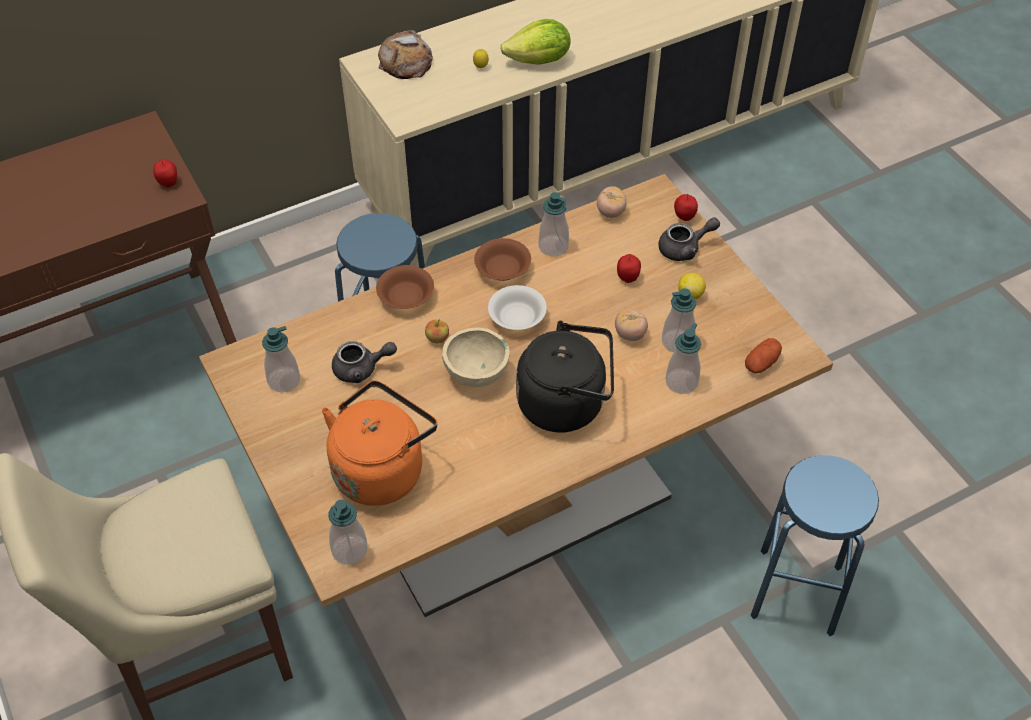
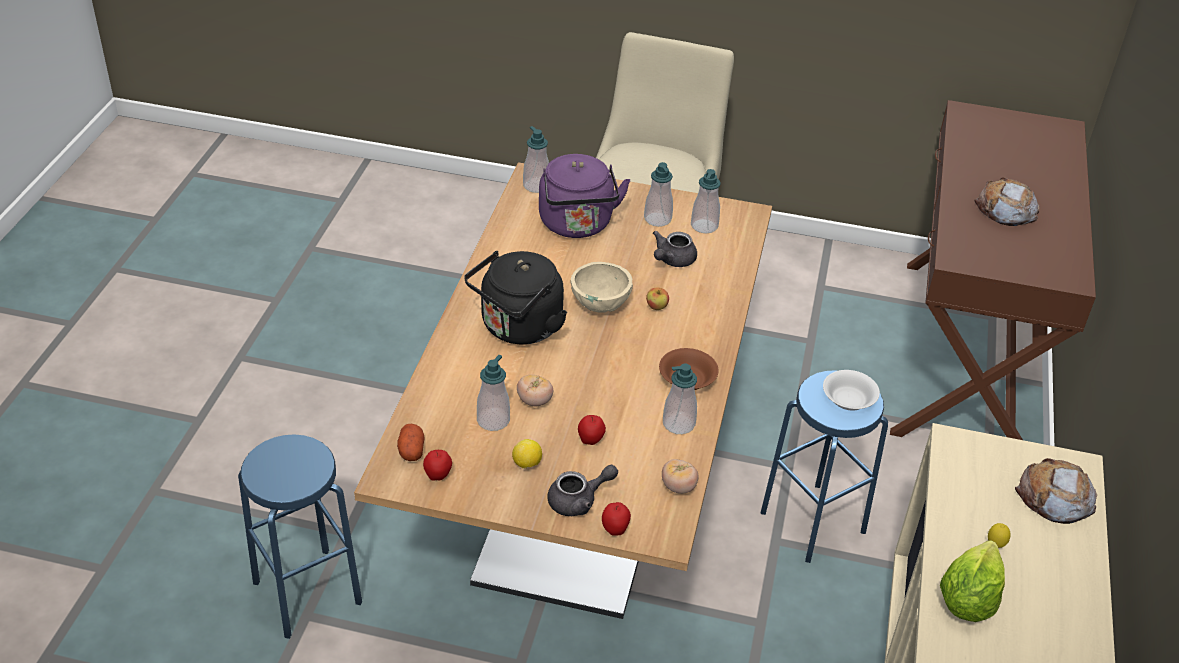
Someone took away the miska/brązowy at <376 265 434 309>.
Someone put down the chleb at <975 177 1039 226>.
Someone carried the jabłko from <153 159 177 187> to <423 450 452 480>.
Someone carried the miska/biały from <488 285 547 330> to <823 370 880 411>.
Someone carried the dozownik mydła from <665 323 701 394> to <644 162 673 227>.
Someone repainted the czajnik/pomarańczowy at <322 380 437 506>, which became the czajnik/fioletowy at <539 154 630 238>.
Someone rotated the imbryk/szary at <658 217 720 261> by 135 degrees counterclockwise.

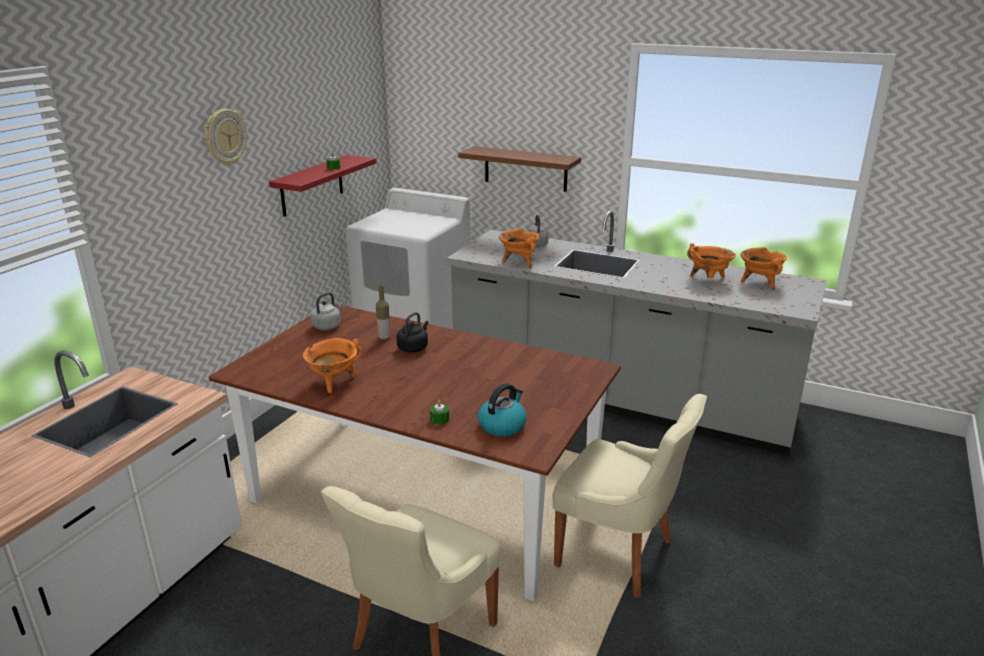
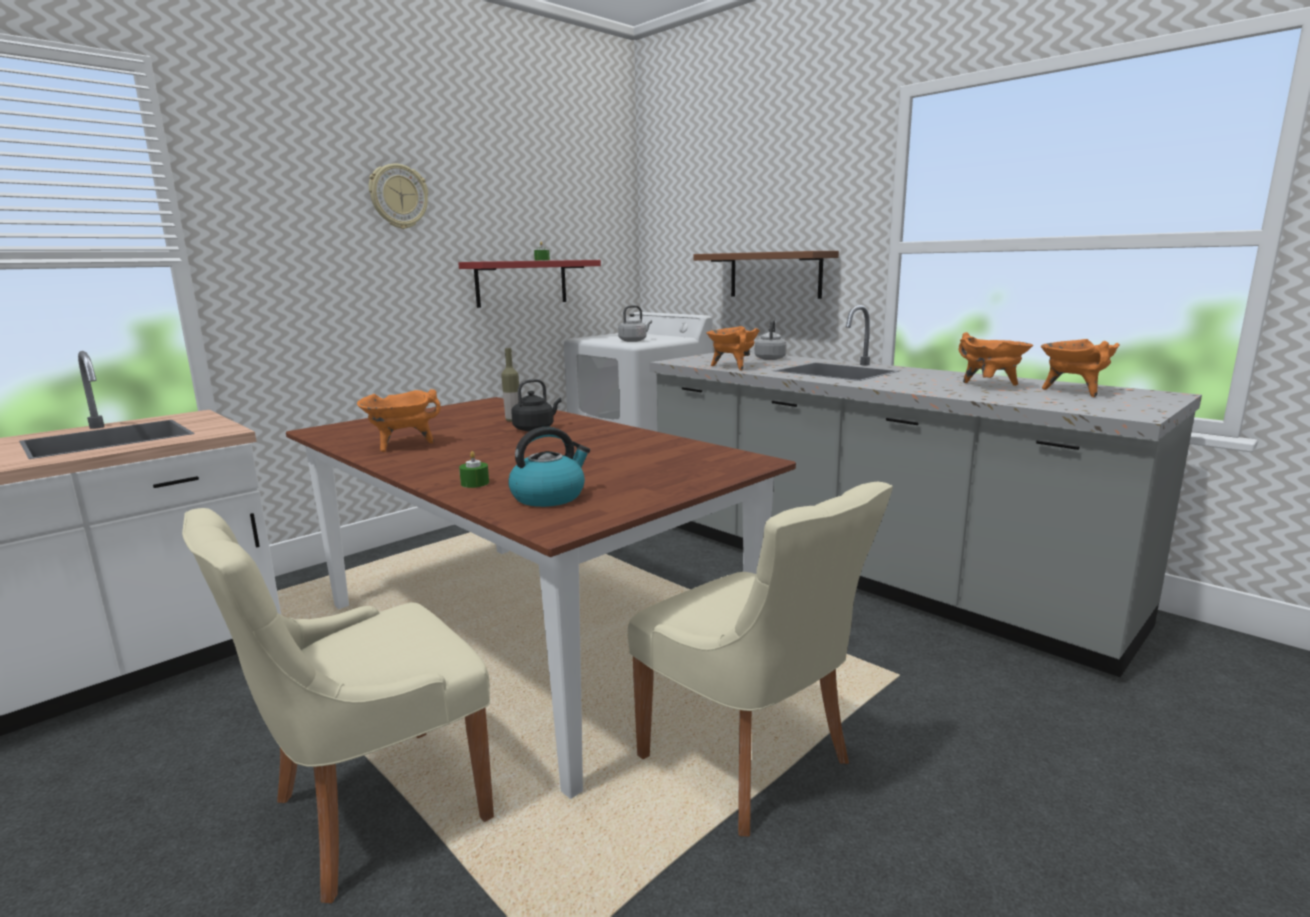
Someone carried the czajnik/szary from <310 292 344 330> to <618 305 652 342>.

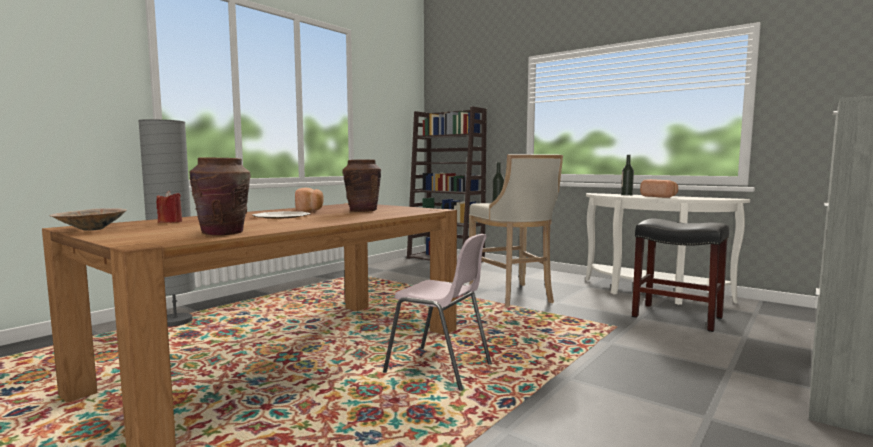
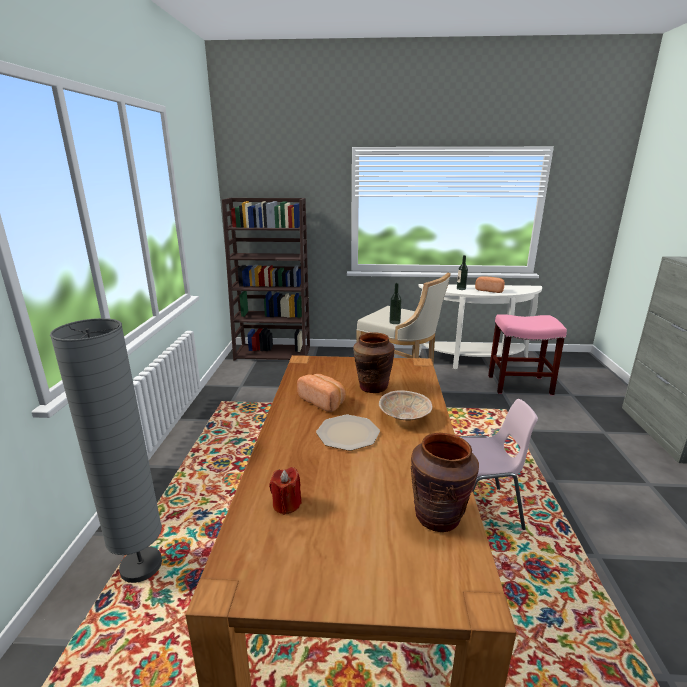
Someone carried the miska/beżowy from <49 208 127 231> to <379 390 433 421>.
Someone repainted the stołek/czarny at <632 219 729 332>, which became the stołek/różowy at <488 314 567 395>.

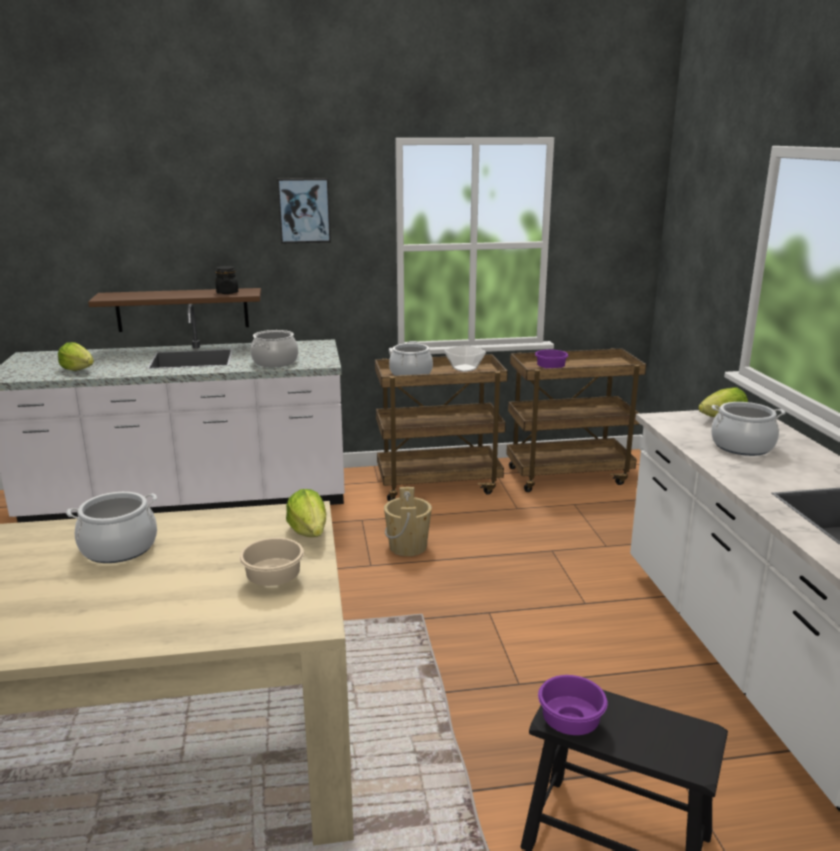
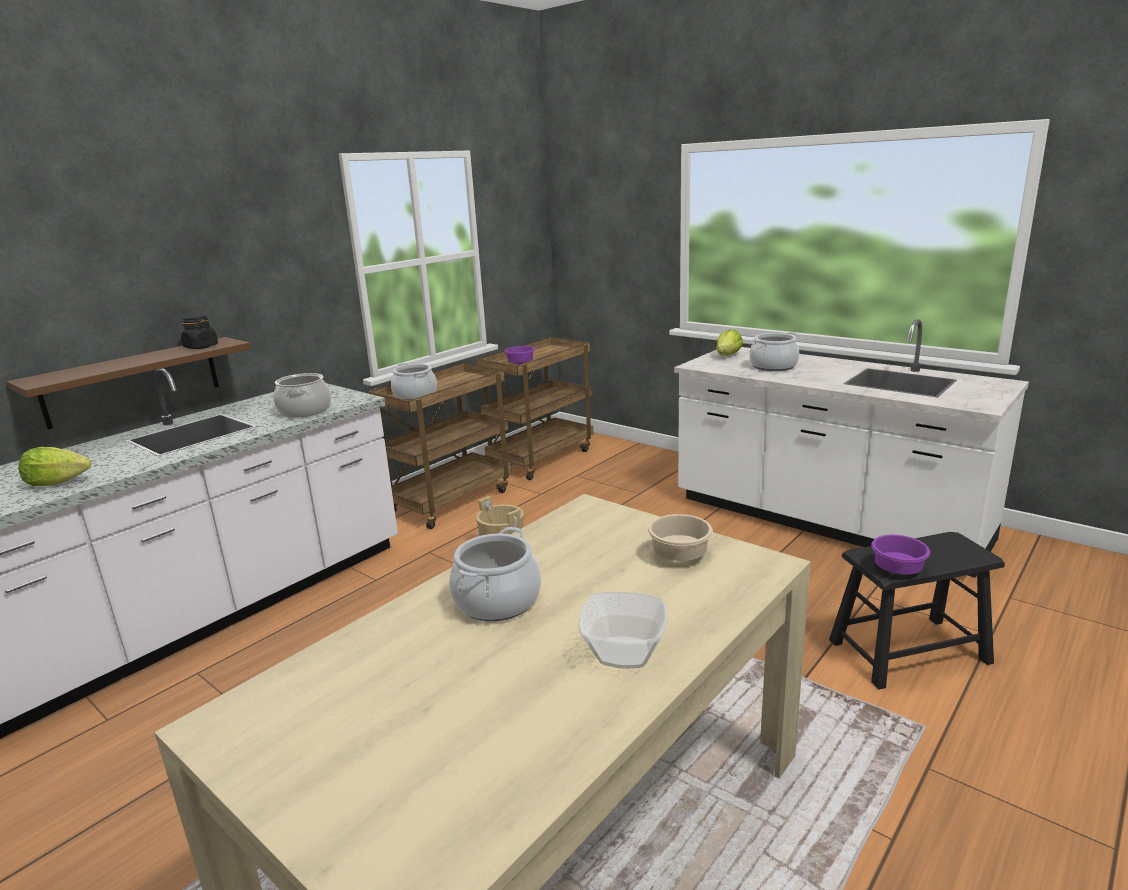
Someone took away the obraz at <277 178 331 243>.
Someone took away the sałata at <286 489 326 537>.
Someone carried the miska from <444 345 486 372> to <579 592 668 669>.

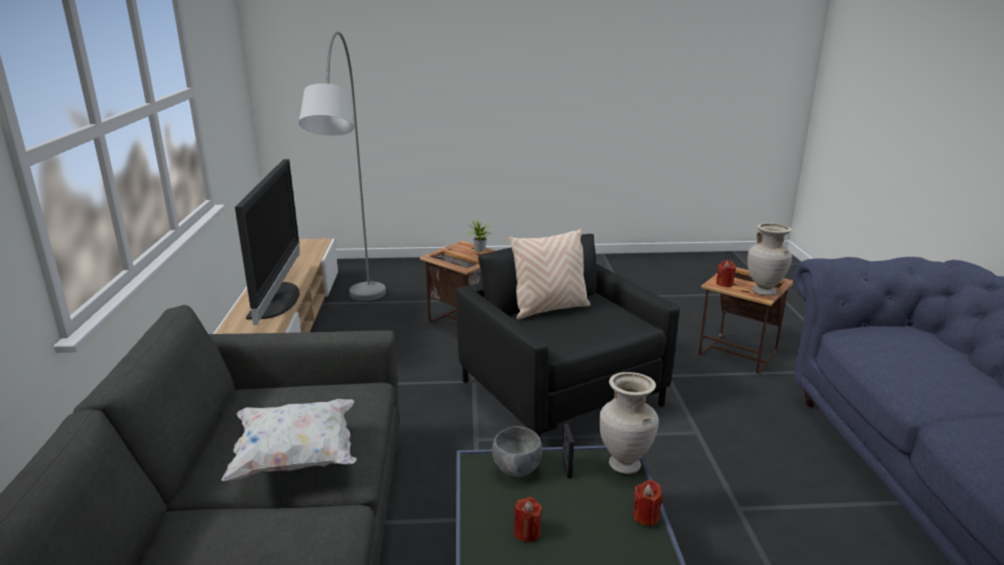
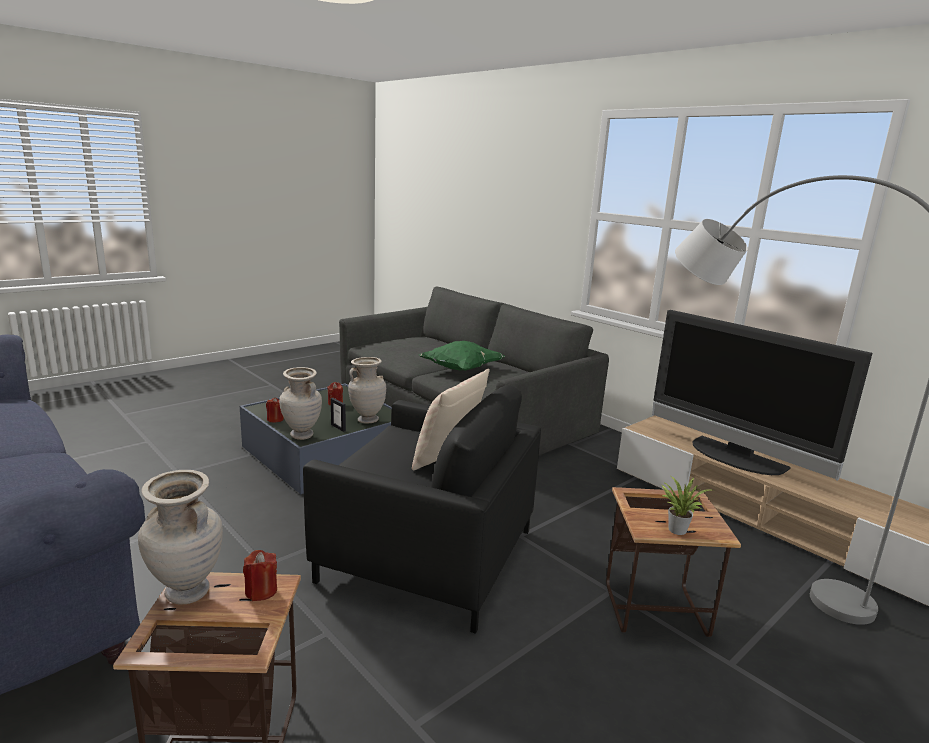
Someone swapped the miska/szary at <492 426 542 477> for the wazon/beżowy at <348 357 386 423>.
Someone repainted the poduszka/biały at <222 399 356 481>, which became the poduszka/zielony at <419 341 505 371>.

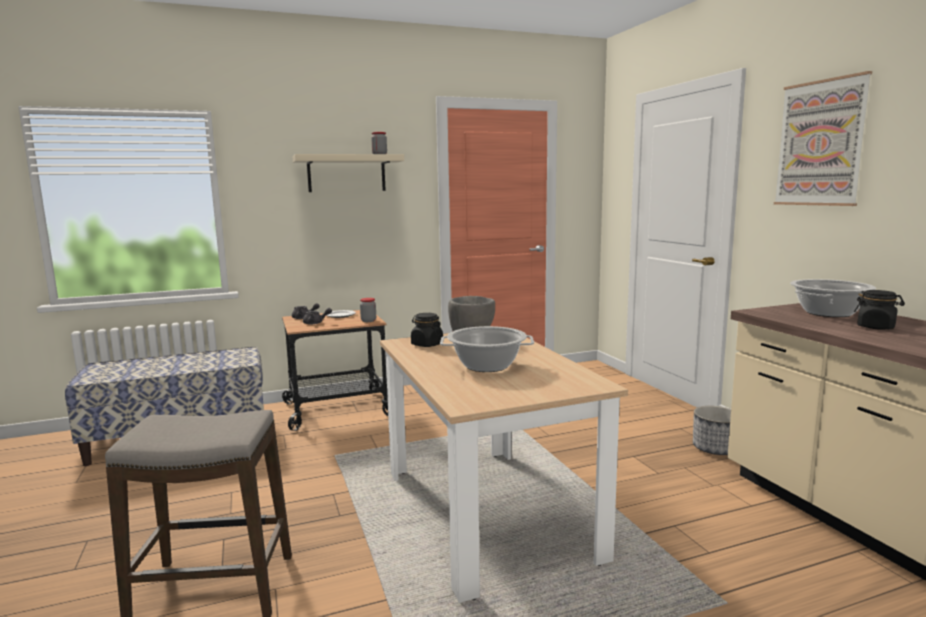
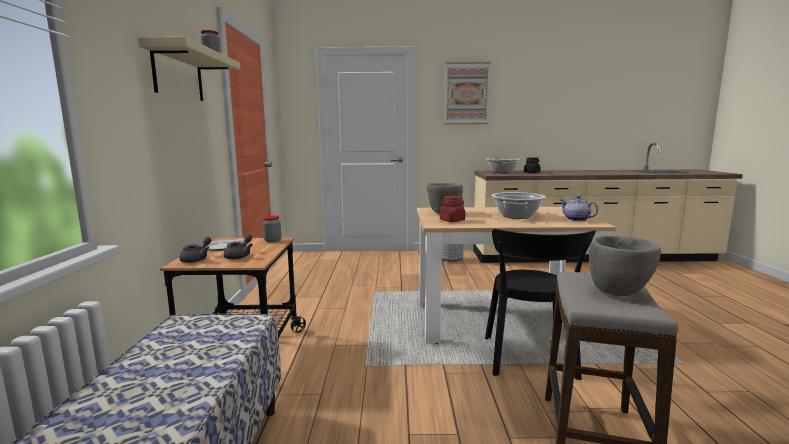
Someone put down the krzesło/czarny at <485 229 595 380>.
Someone put down the imbryk at <560 196 598 221>.
Someone put down the miska/szary at <589 236 661 296>.
Someone repainted the słoik/czarny at <411 313 443 347>, which became the słoik/czerwony at <440 196 465 222>.

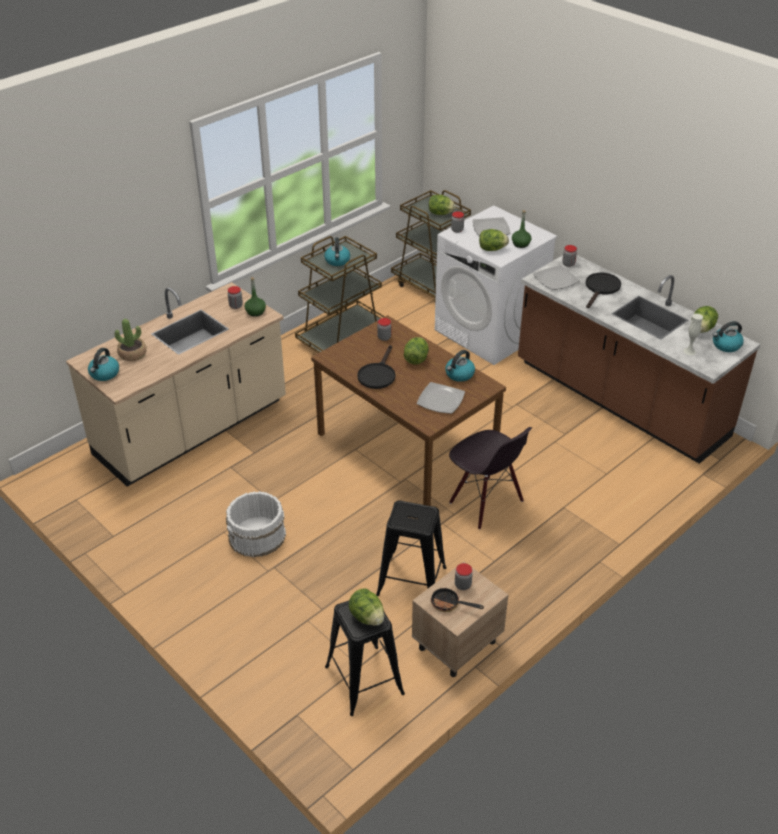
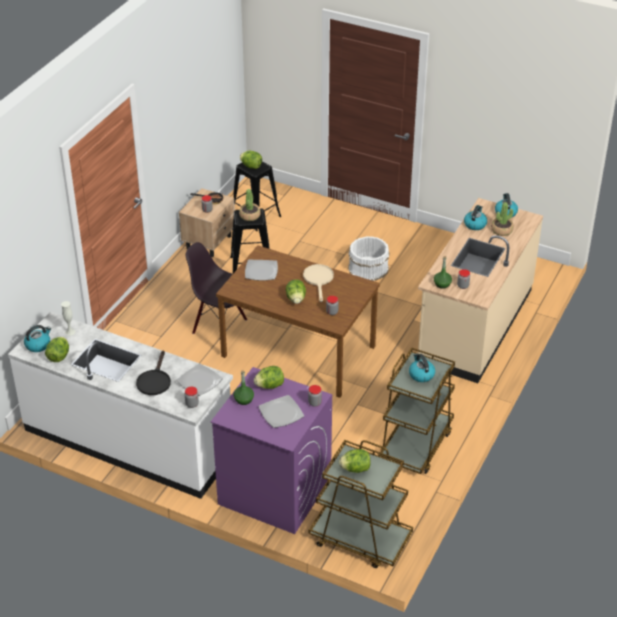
Someone put down the roślina doniczkowa at <239 189 261 221>.
Someone carried the czajnik from <445 350 475 382> to <464 205 487 230>.
Someone repainted the patelnia/czarny at <357 345 395 389>, which became the patelnia/beżowy at <303 264 334 302>.
Someone repainted the pralka/biały at <434 205 557 365>, which became the pralka/fioletowy at <211 367 332 534>.
Someone repainted the zabudowa kuchenna/brązowy at <518 255 760 464>, which became the zabudowa kuchenna/biały at <8 312 233 499>.

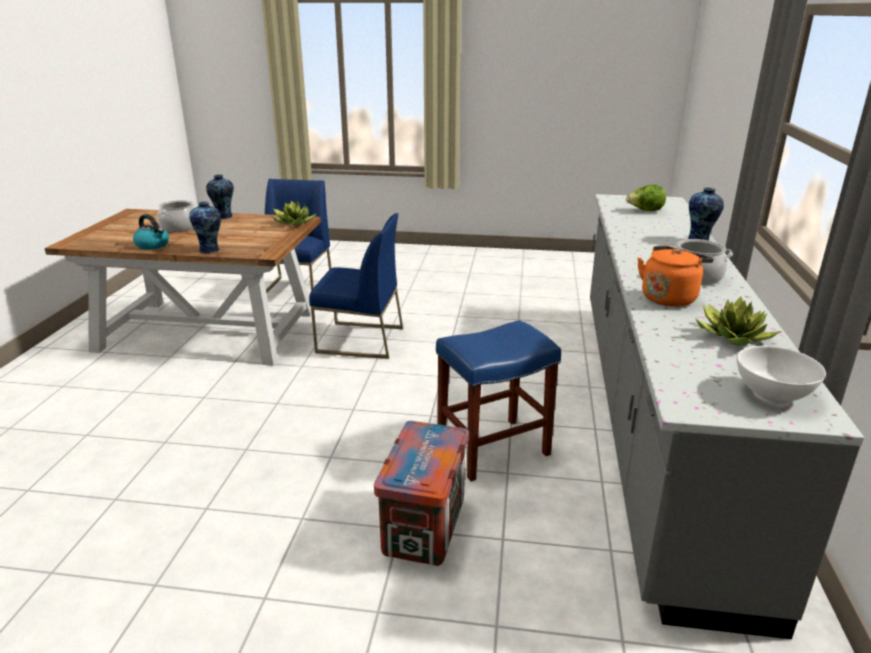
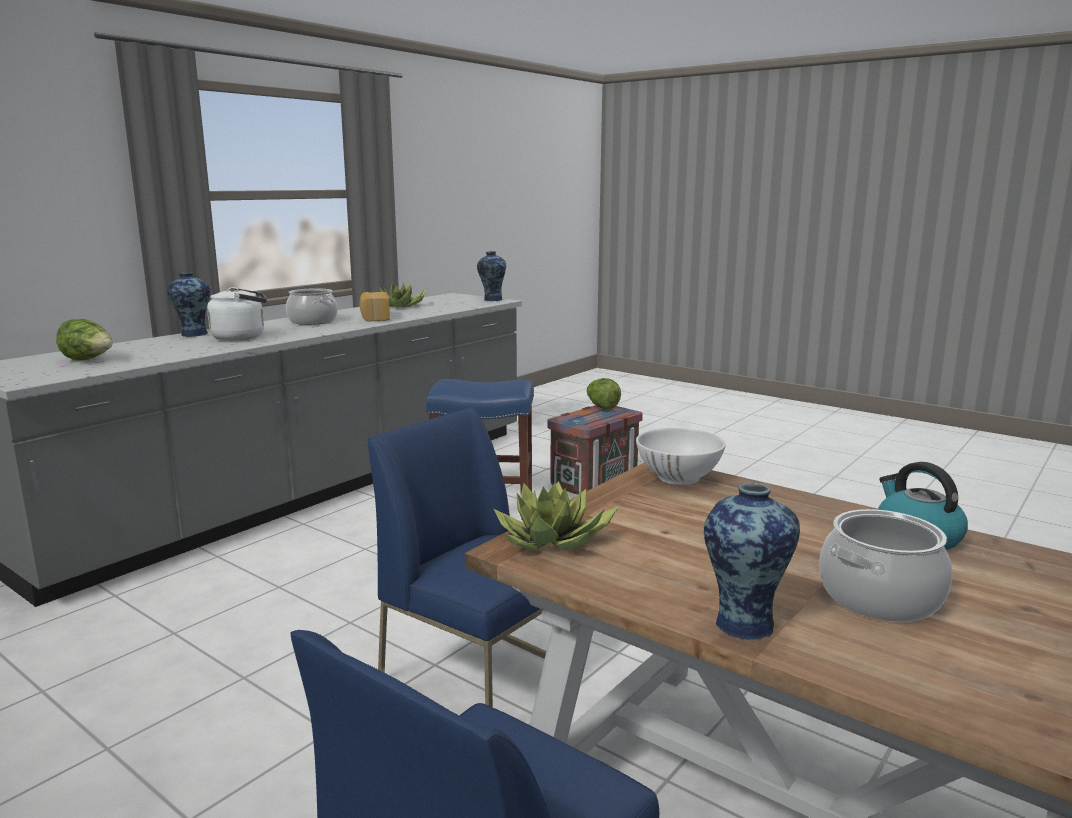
Someone put down the czajnik/biały at <207 287 267 341>.
Someone put down the sałata at <587 378 621 409>.
Someone carried the wazon from <189 201 221 253> to <477 251 506 301>.
Someone carried the miska/biały from <737 346 826 404> to <636 428 726 485>.
Someone swapped the czajnik/pomarańczowy at <637 246 714 307> for the chleb at <359 292 390 322>.

